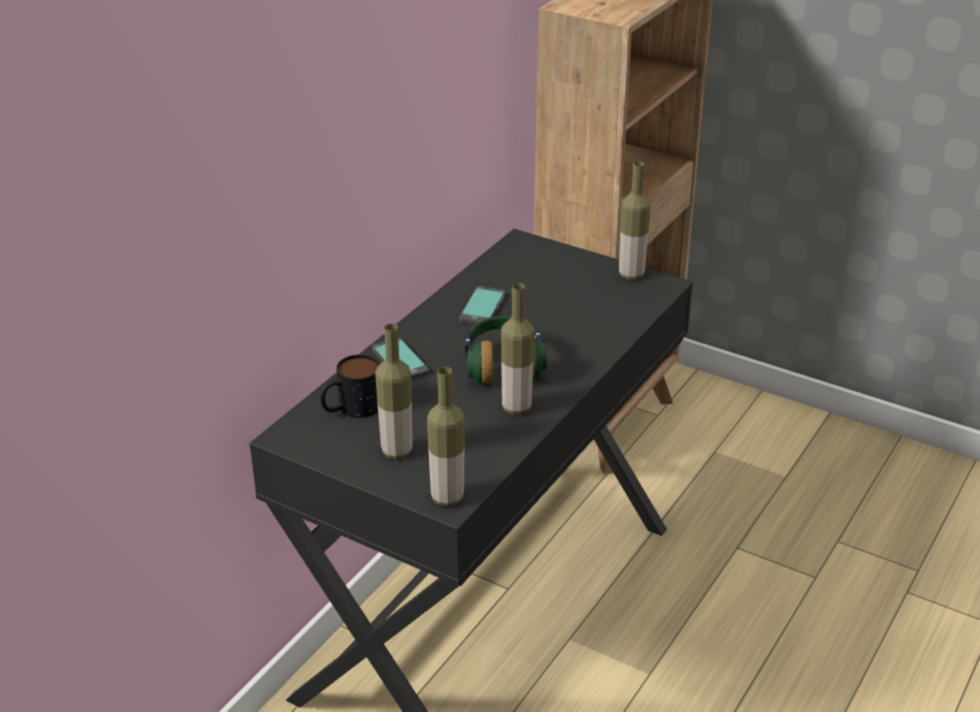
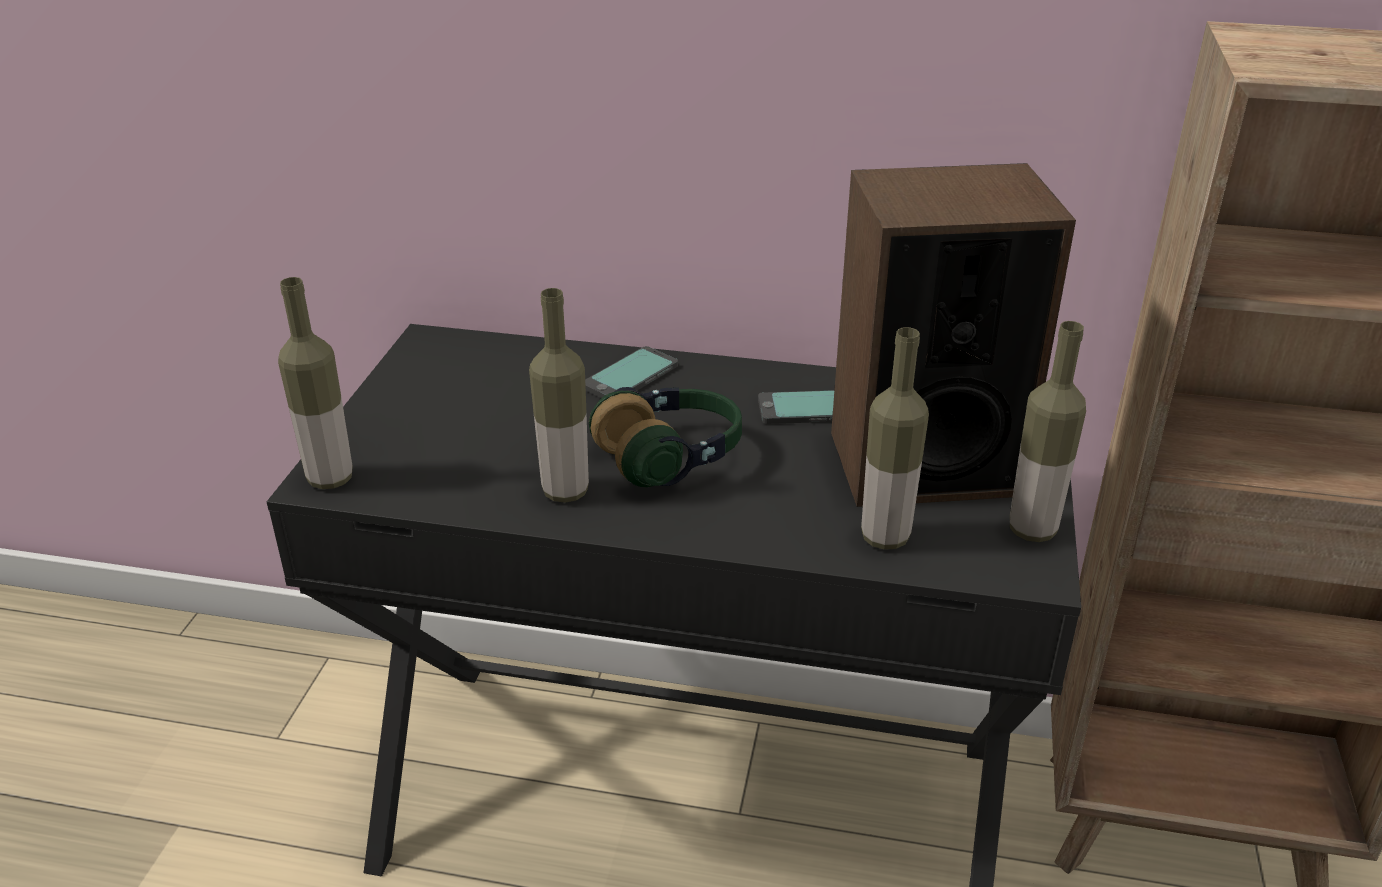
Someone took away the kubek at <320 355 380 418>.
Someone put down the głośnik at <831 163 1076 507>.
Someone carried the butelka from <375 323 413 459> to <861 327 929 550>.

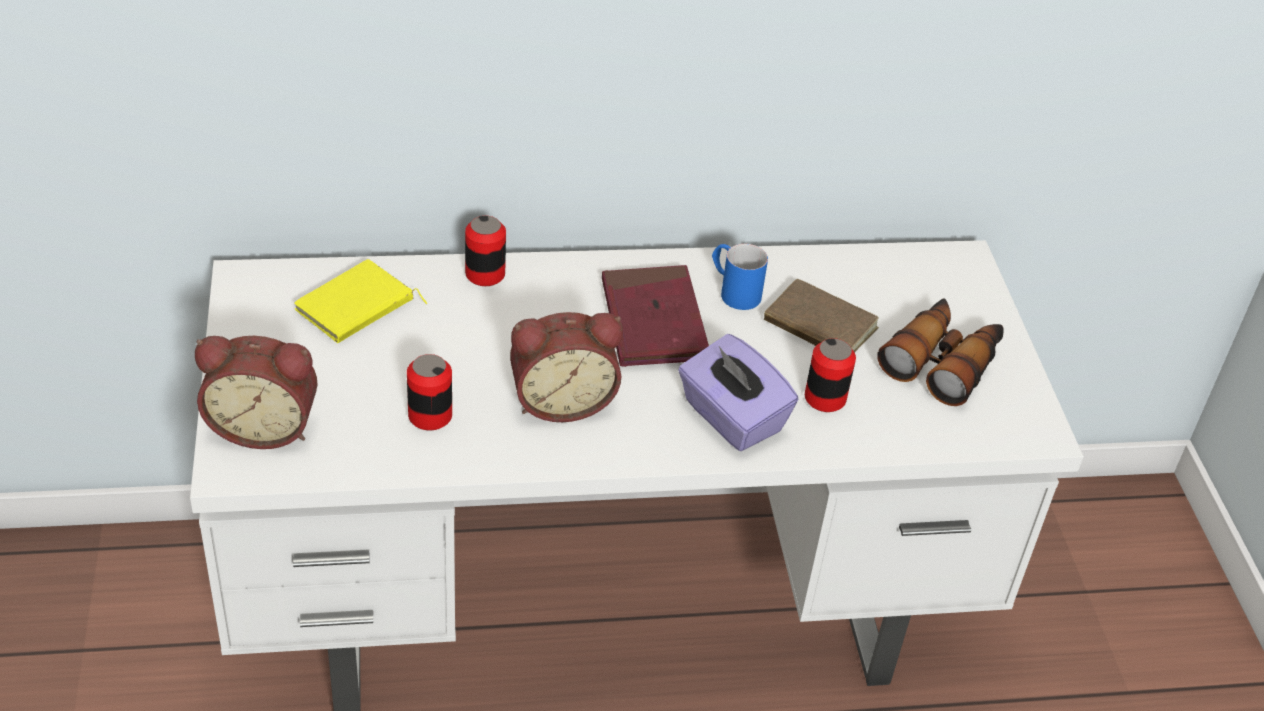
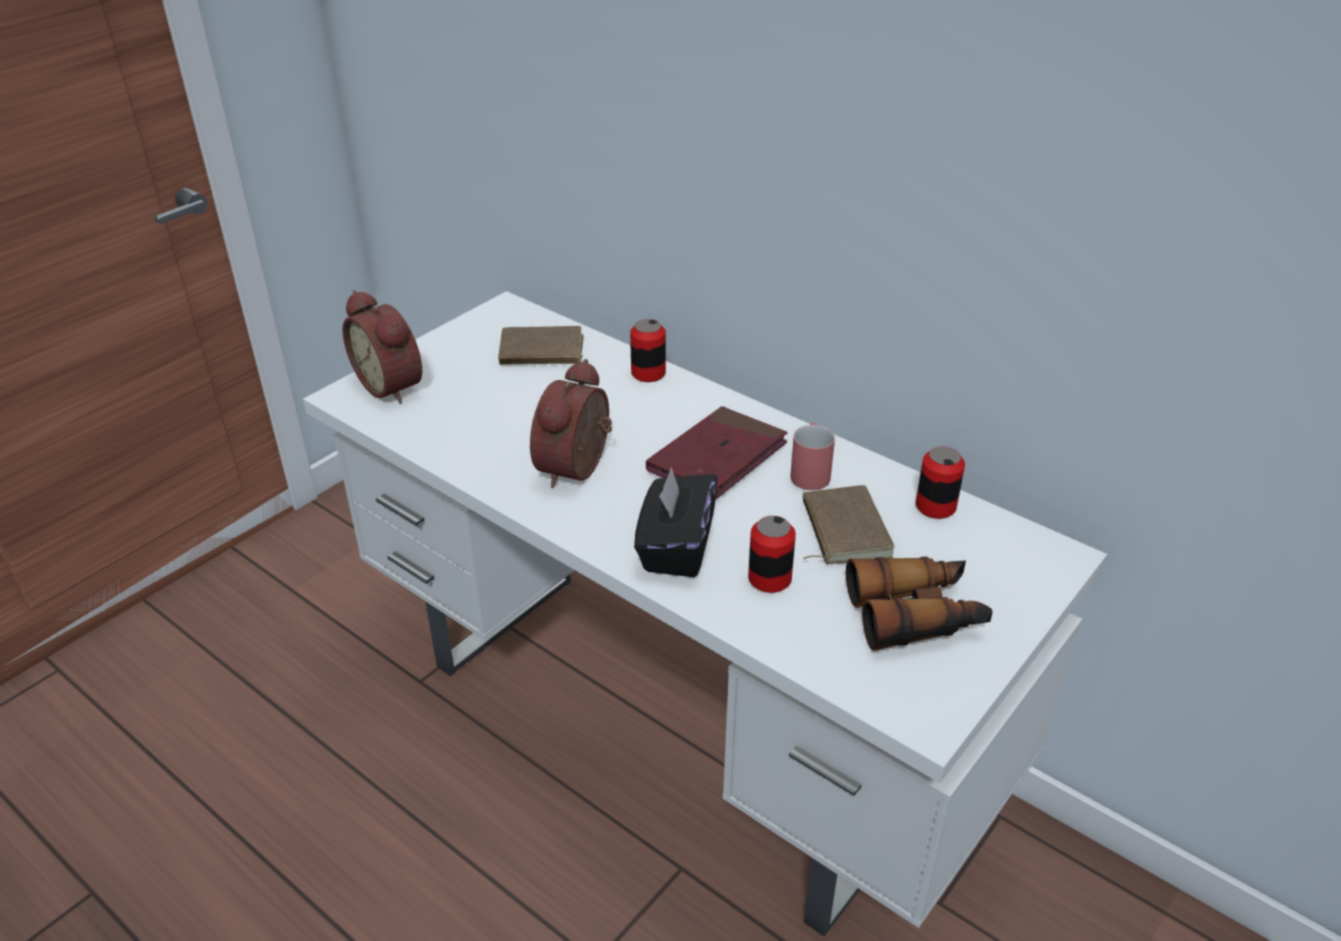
Someone carried the puszka from <407 354 452 430> to <916 446 965 519>.
Someone repainted the książka/żółty at <294 259 428 343>, which became the książka/brązowy at <498 326 584 365>.
Someone repainted the pudełko chusteczek/fioletowy at <678 334 799 451>, which became the pudełko chusteczek/czarny at <634 467 717 577>.
Someone repainted the kubek/niebieski at <712 244 768 310>, which became the kubek/czerwony at <790 423 835 490>.
Someone rotated the budzik at <510 312 623 422> by 75 degrees clockwise.

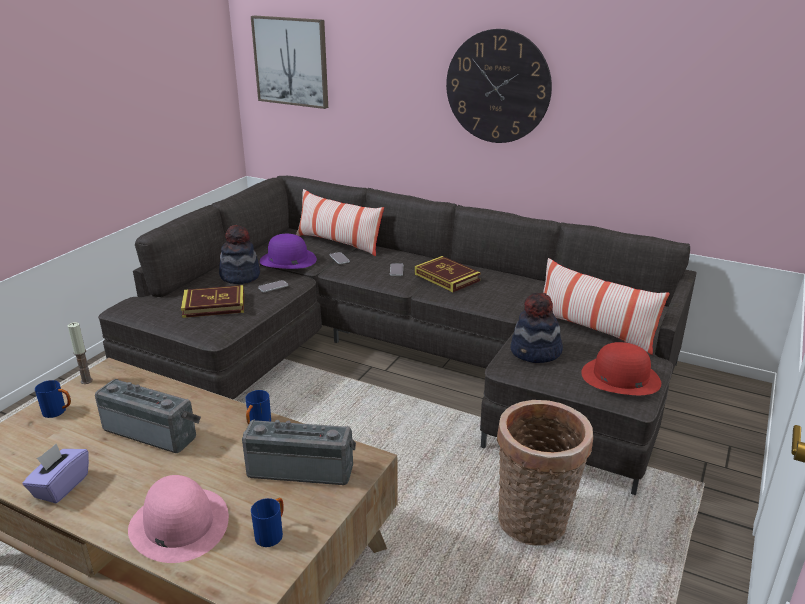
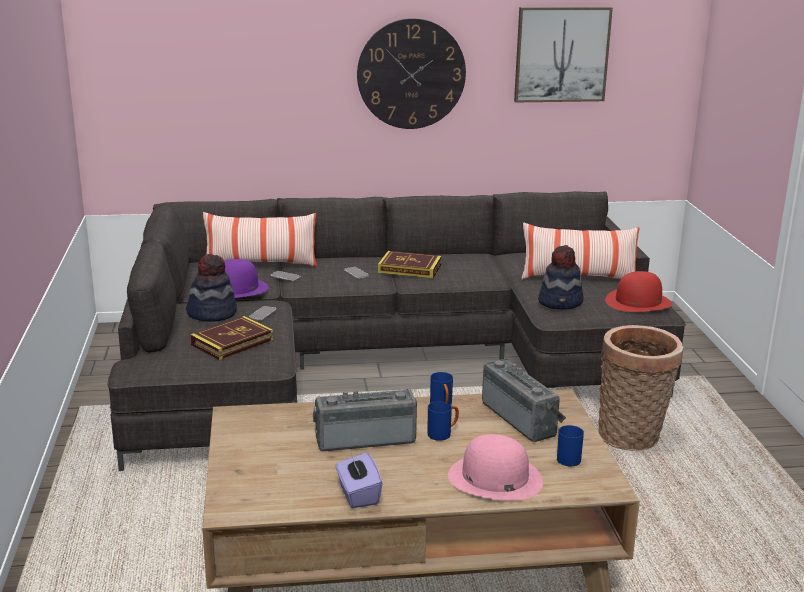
Someone took away the świeca at <68 322 93 384>.
Someone carried the kubek/niebieski from <35 380 71 418> to <427 401 459 441>.
Someone carried the obraz from <251 15 328 109> to <514 7 613 102>.
Someone rotated the radio at <242 419 356 485> by 90 degrees clockwise.

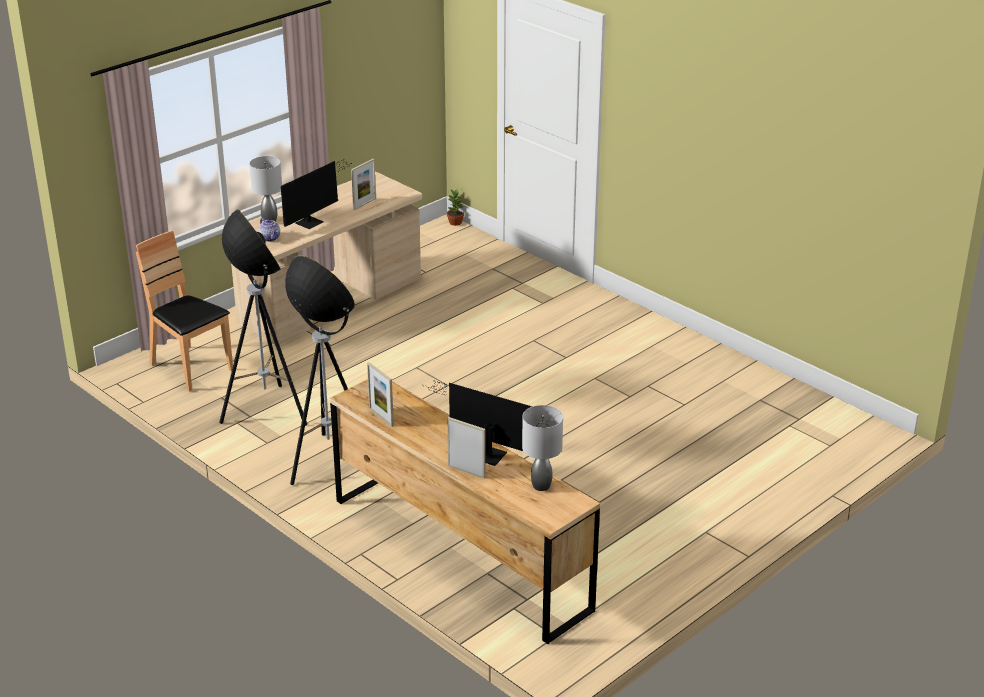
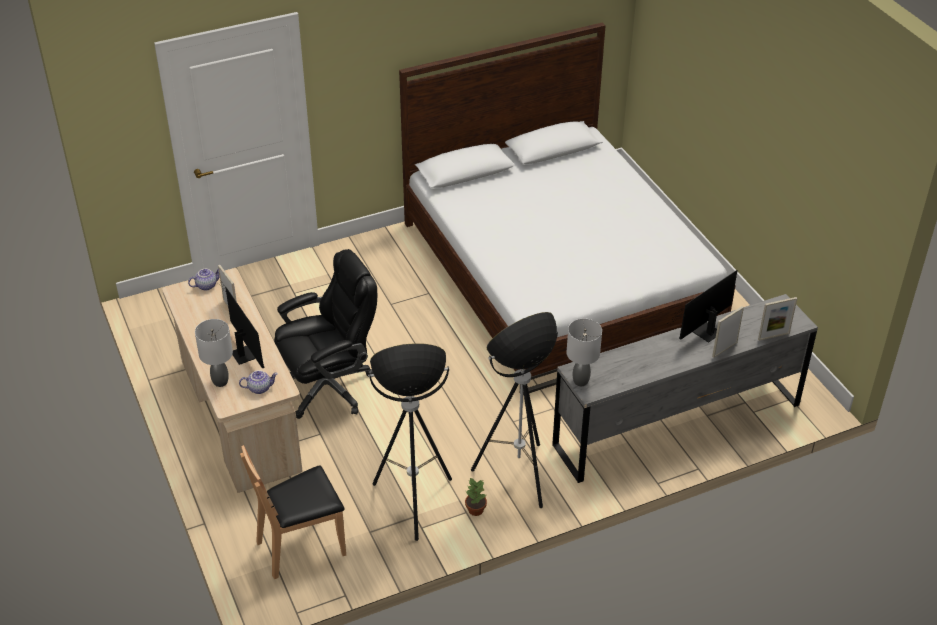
Someone put down the imbryk at <188 269 220 291>.
Someone put down the krzesło biurowe/czarny at <274 249 377 419>.
Someone put down the łóżko at <399 23 736 395>.
Someone carried the ramka na zdjęcie from <367 362 394 427> to <758 297 797 341>.
Someone carried the roślina doniczkowa from <447 189 465 226> to <465 478 487 516>.
Someone carried the lampa stołowa/szary from <522 405 563 491> to <566 319 602 386>.
Someone repainted the komoda/brązowy at <330 379 600 644>, which became the komoda/szary at <552 294 818 483>.

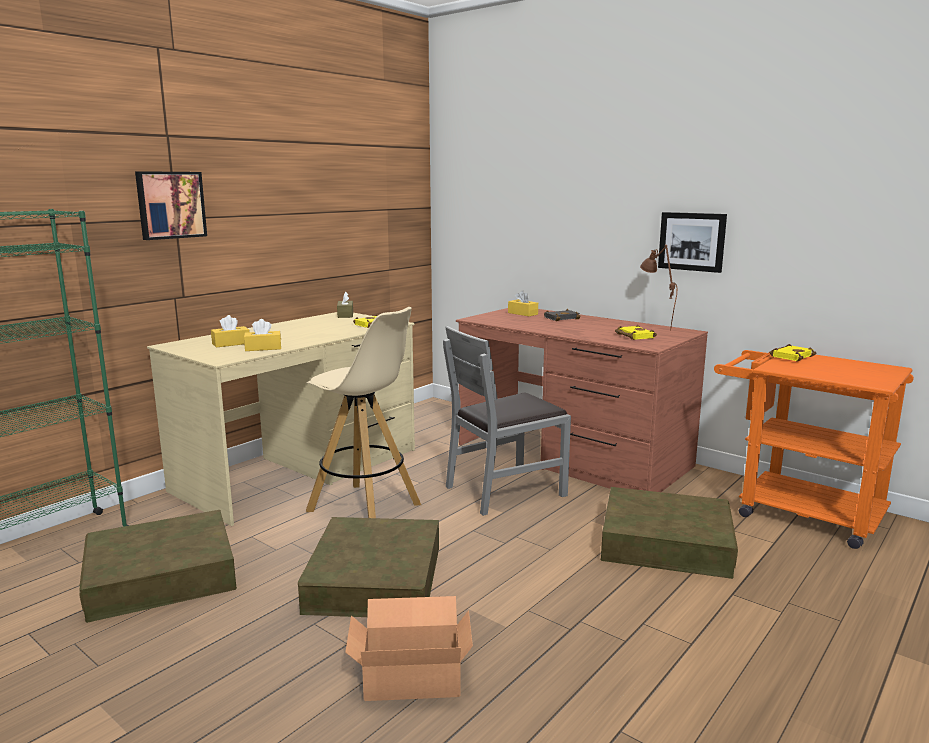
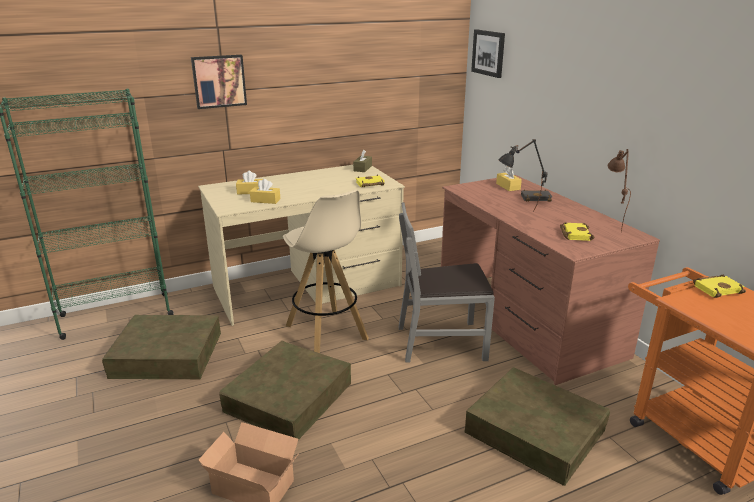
Someone put down the lampa stołowa/czarny at <498 139 548 212>.
Someone carried the obraz from <658 212 727 273> to <471 29 505 78>.

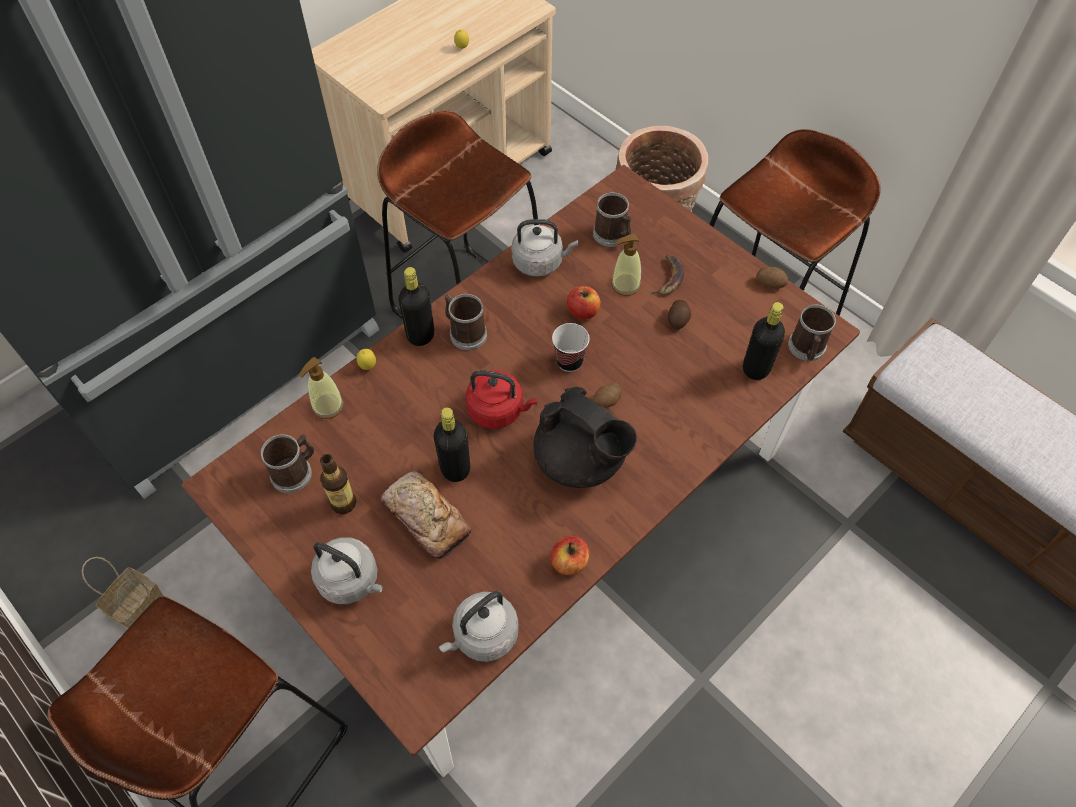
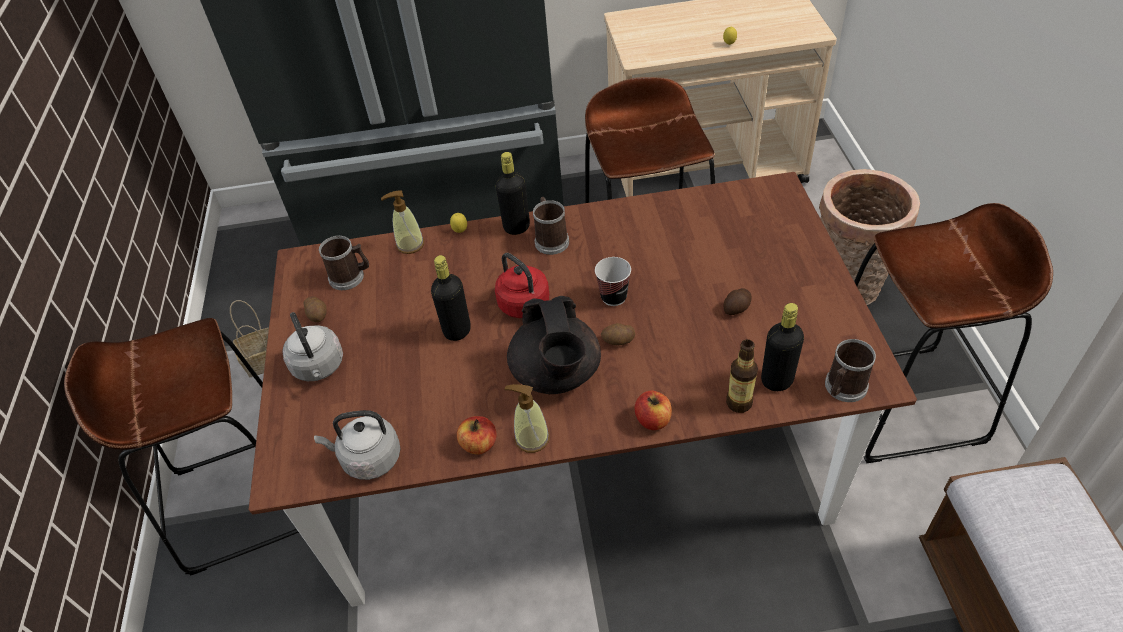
Someone took away the chleb at <381 471 471 559>.
Someone took away the czajnik/szary at <511 219 578 277>.
Someone took away the kubek at <593 192 632 247>.
Someone took away the banan at <649 255 684 295>.
Someone carried the butelka from <320 454 356 514> to <726 339 758 413>.
Someone carried the jabłko from <567 286 601 319> to <635 390 672 430>.
Someone carried the dozownik mydła from <611 234 641 296> to <505 384 550 453>.
Someone carried the ziemniak from <756 267 788 289> to <304 296 327 322>.

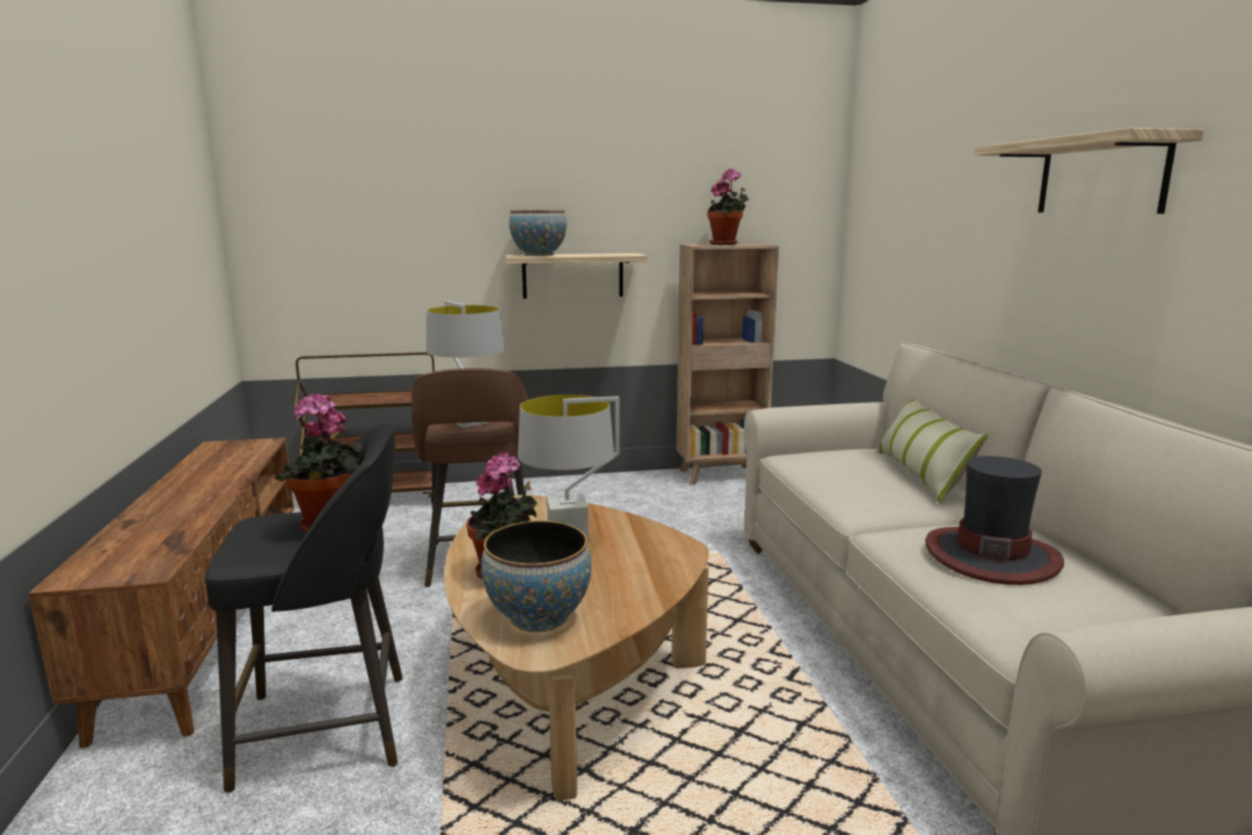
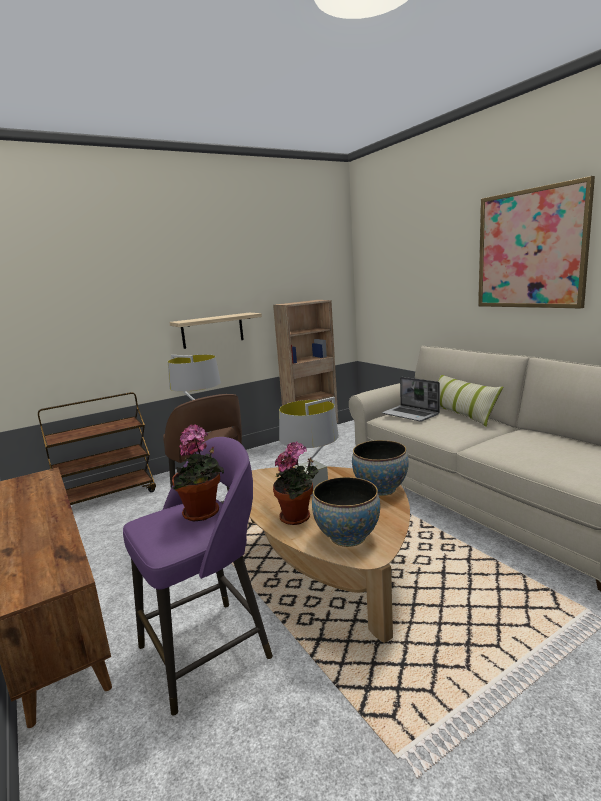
Someone took away the roślina doniczkowa at <707 168 749 245>.
Someone took away the kapelusz at <925 456 1064 585>.
Someone put down the laptop at <382 377 440 422>.
Someone carried the miska from <509 210 567 256> to <352 440 409 496>.
Someone swapped the półka at <974 128 1204 214> for the obraz at <478 176 595 309>.
Someone repainted the stołek/czarny at <205 422 403 793>, which became the stołek/fioletowy at <123 437 273 715>.

